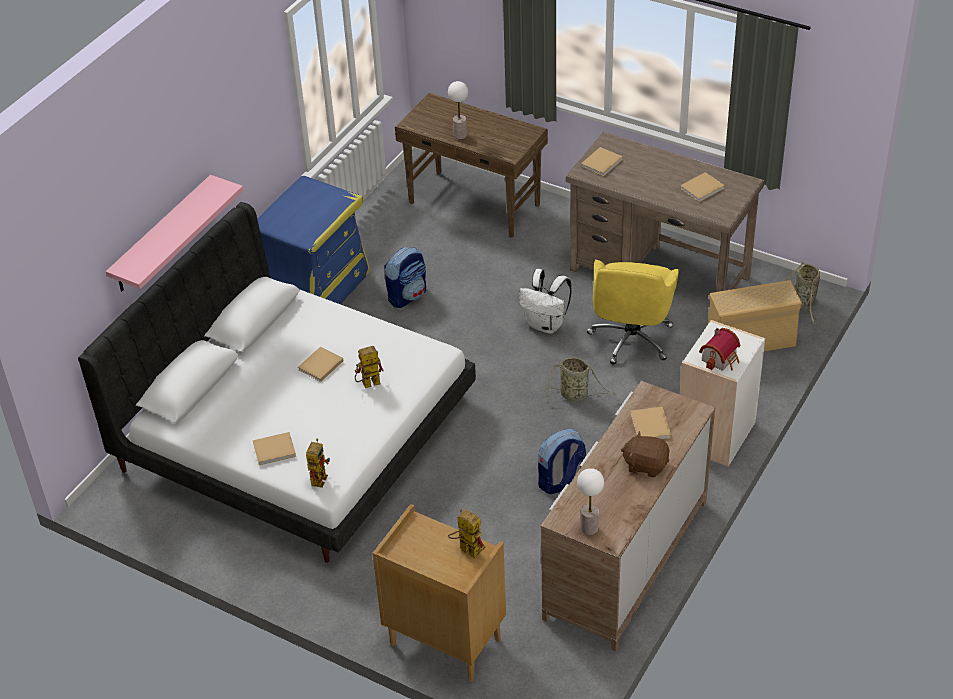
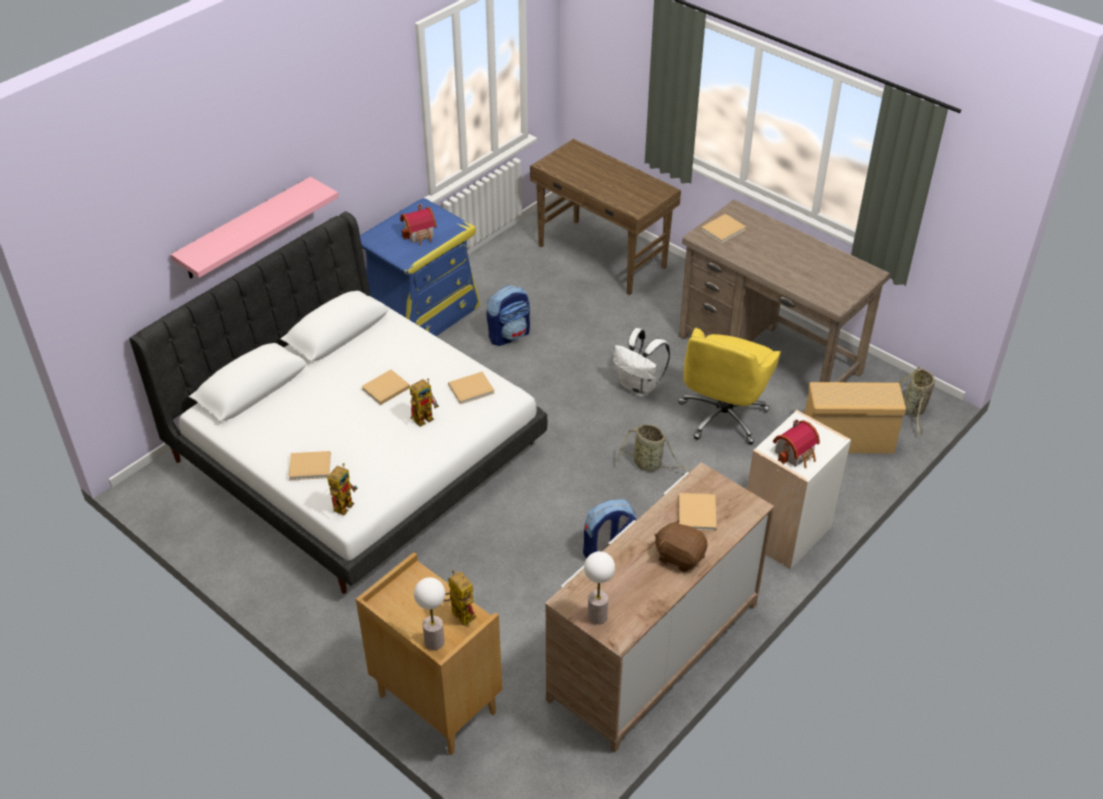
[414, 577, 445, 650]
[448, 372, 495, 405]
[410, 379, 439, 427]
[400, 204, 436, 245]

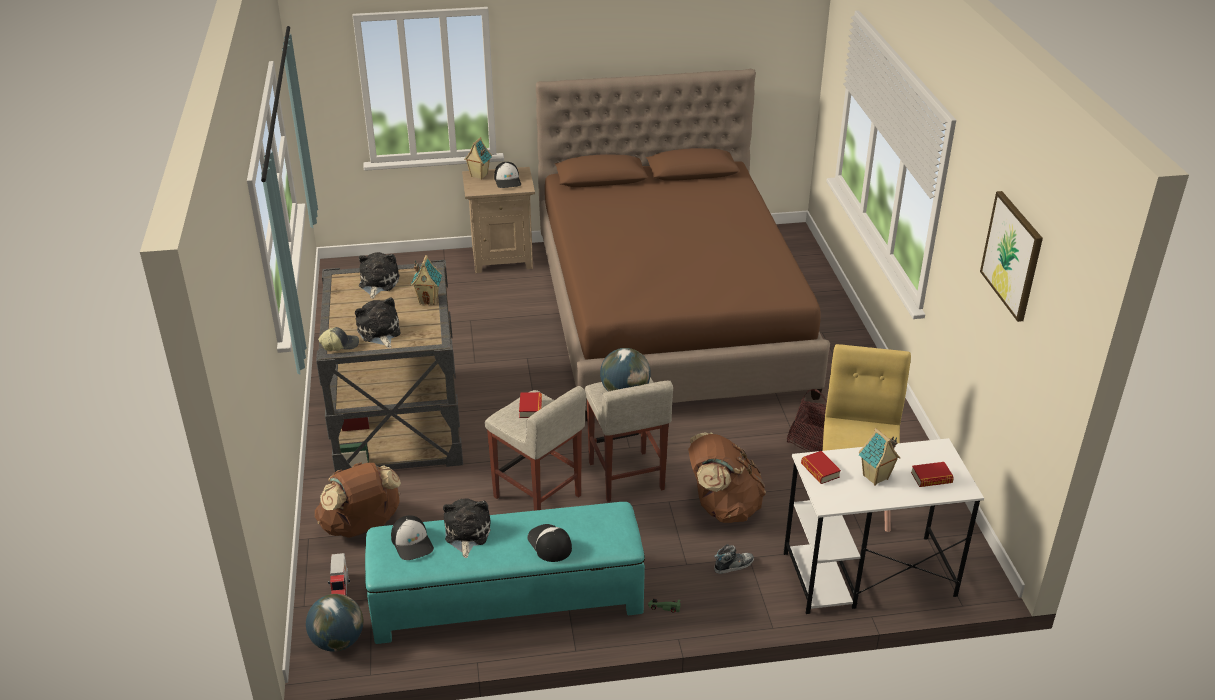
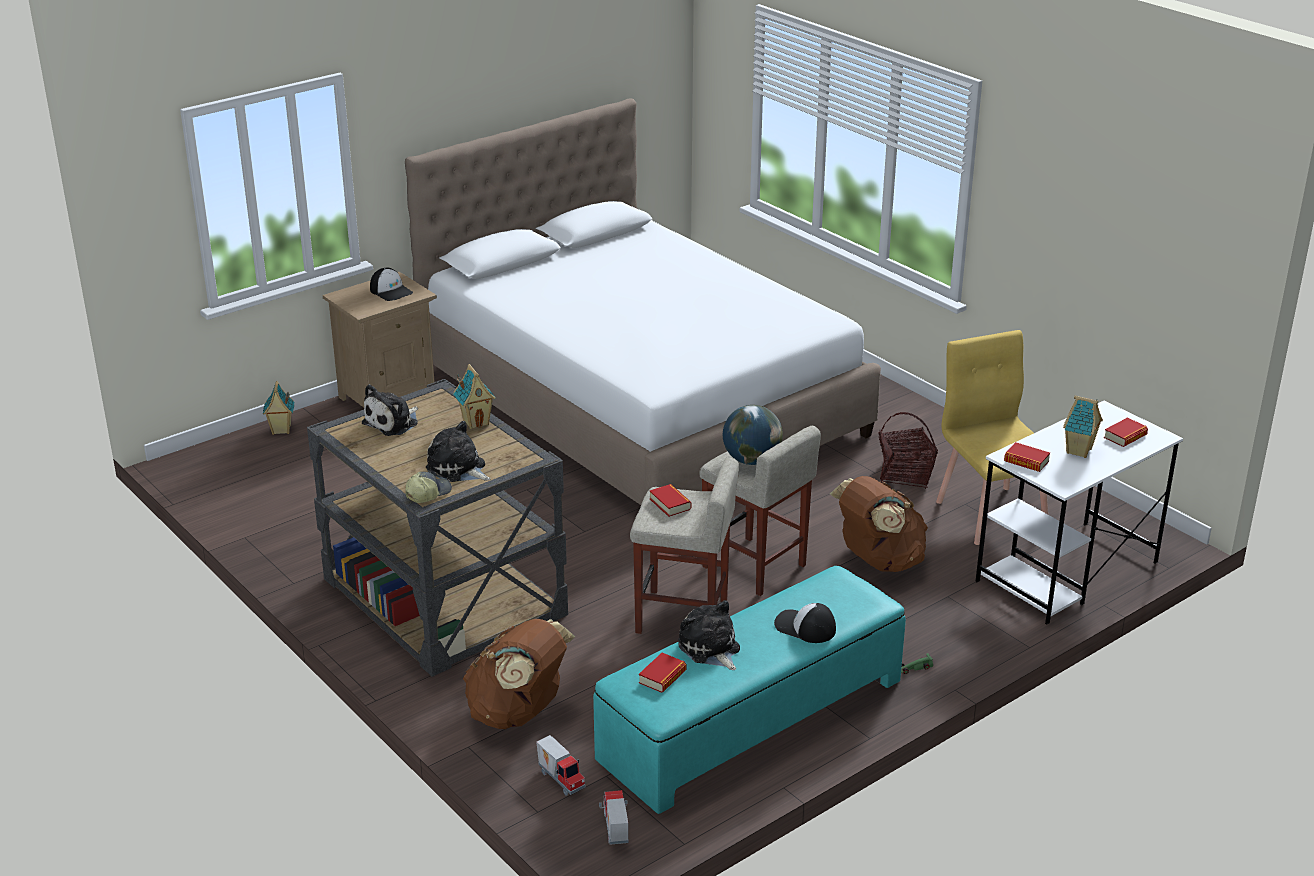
[405, 99, 881, 505]
[263, 381, 295, 435]
[980, 191, 1043, 322] (first image)
[362, 384, 418, 436]
[639, 653, 686, 693]
[714, 544, 754, 574] (first image)
[599, 790, 629, 845]

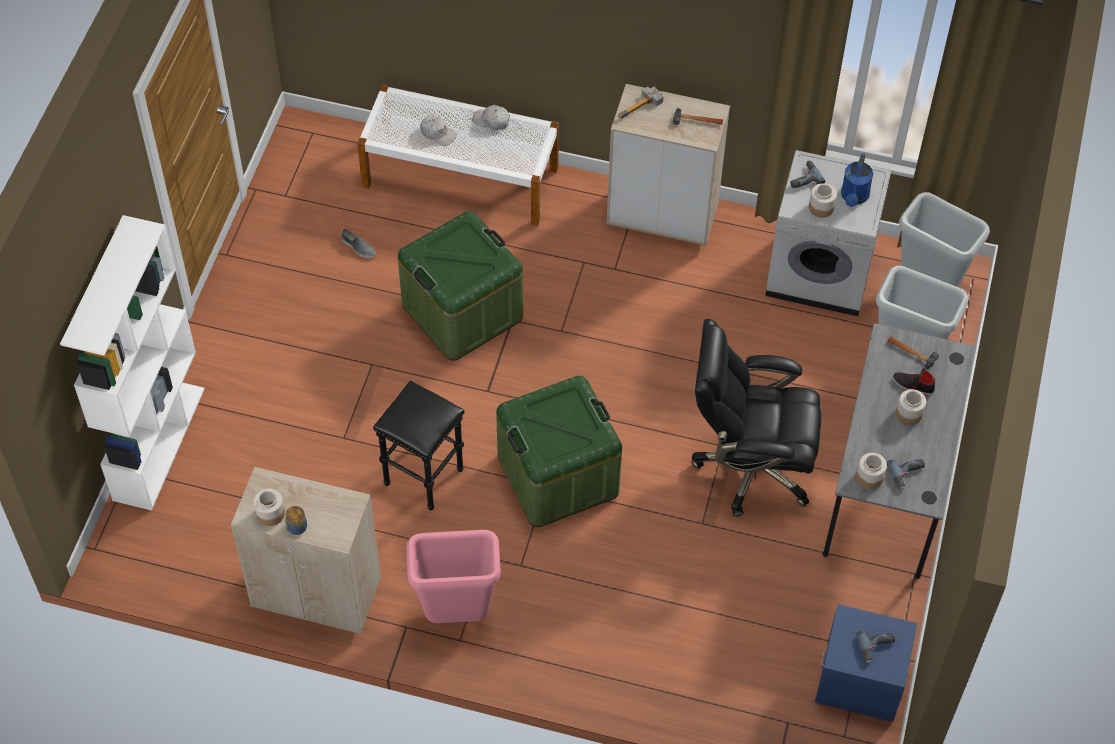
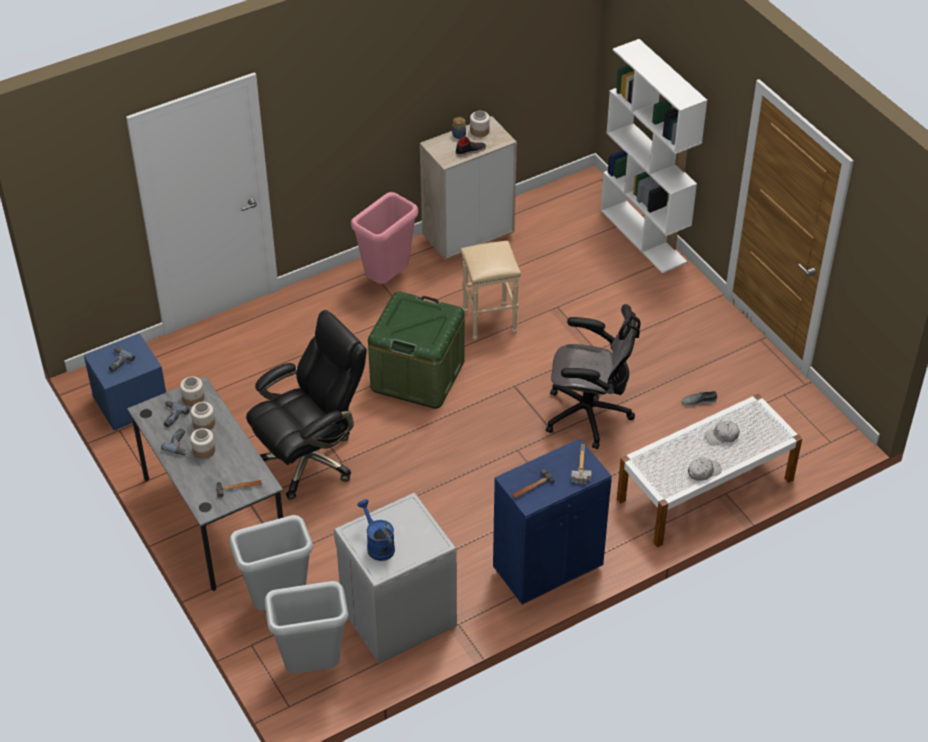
[493, 439, 612, 604]
[161, 428, 187, 456]
[191, 402, 215, 430]
[546, 304, 640, 449]
[456, 136, 486, 156]
[461, 241, 521, 340]

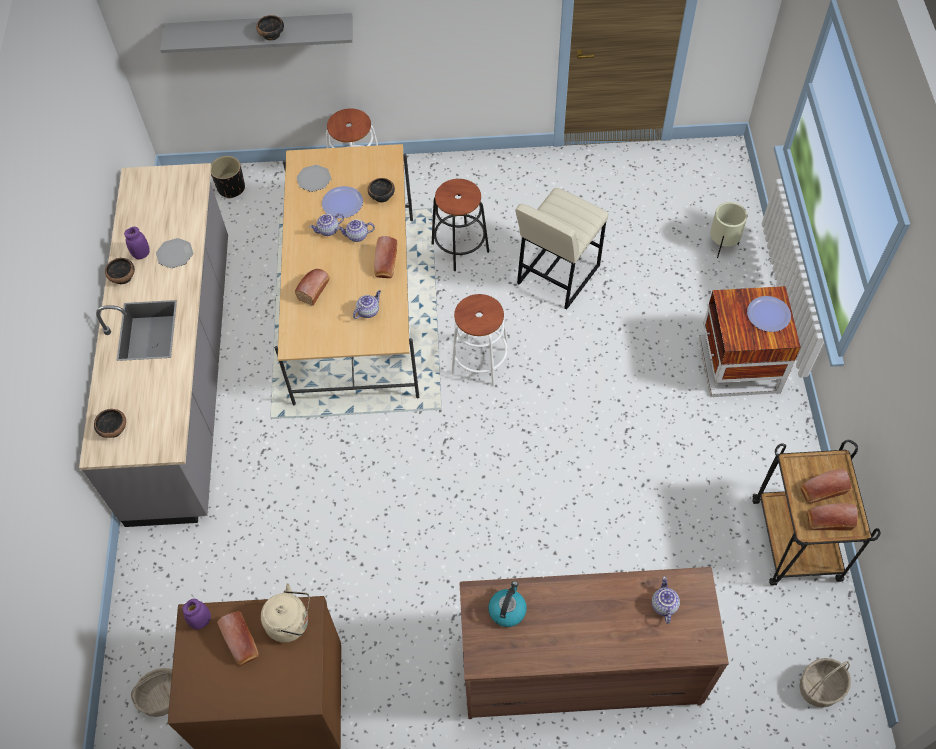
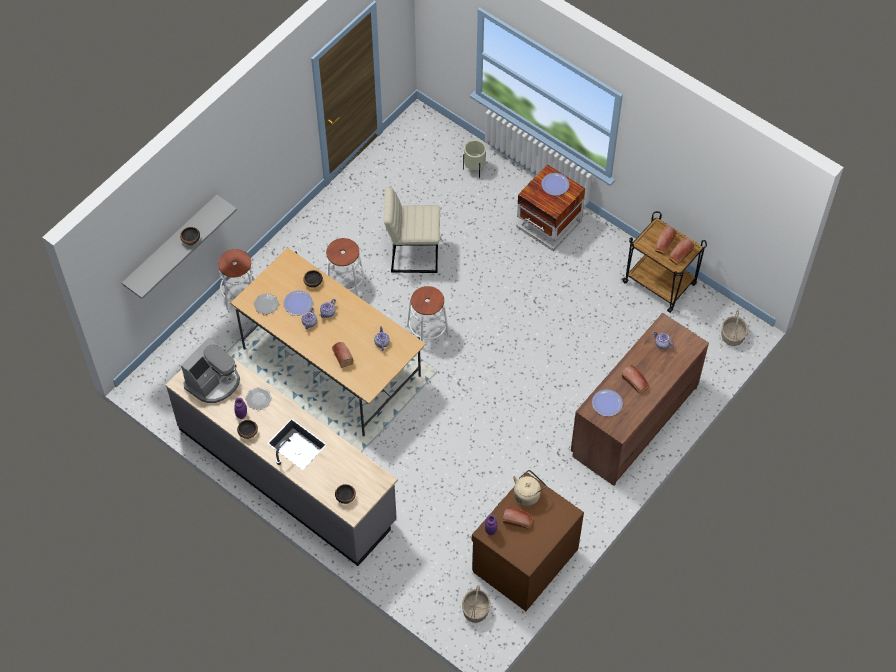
[211, 156, 245, 199] (first image)
[326, 238, 364, 297]
[384, 187, 440, 273]
[622, 365, 649, 394]
[592, 389, 623, 416]
[181, 337, 240, 403]

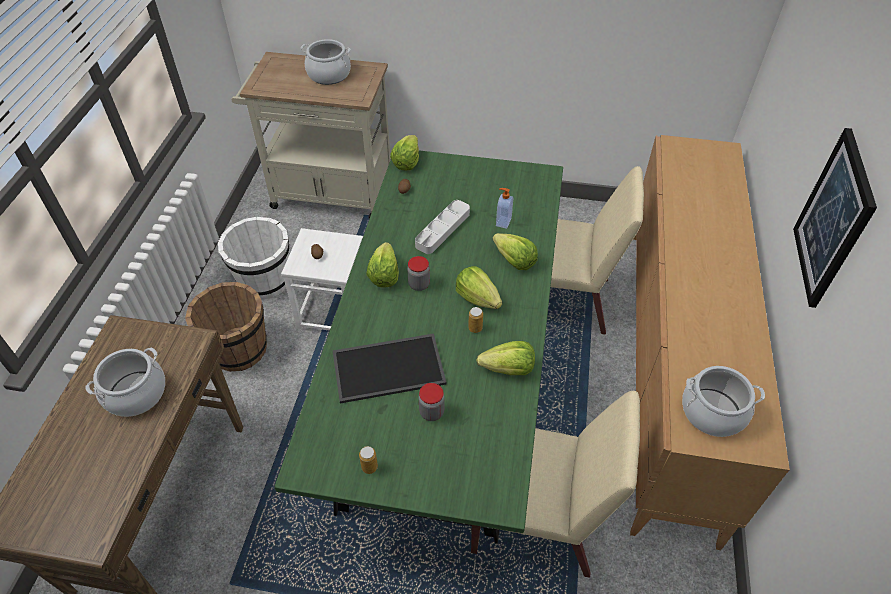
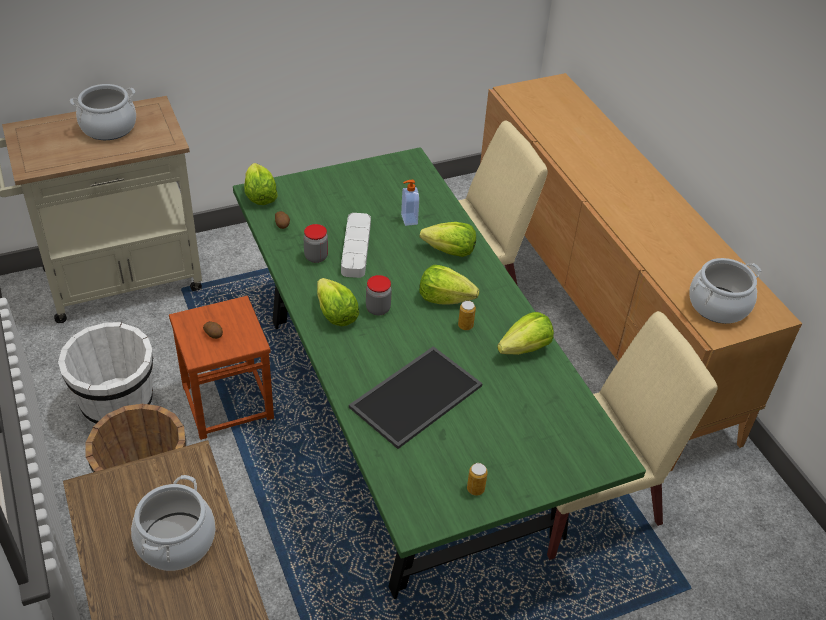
[793, 128, 877, 308] (first image)
[169, 296, 274, 440]
[303, 224, 328, 263]

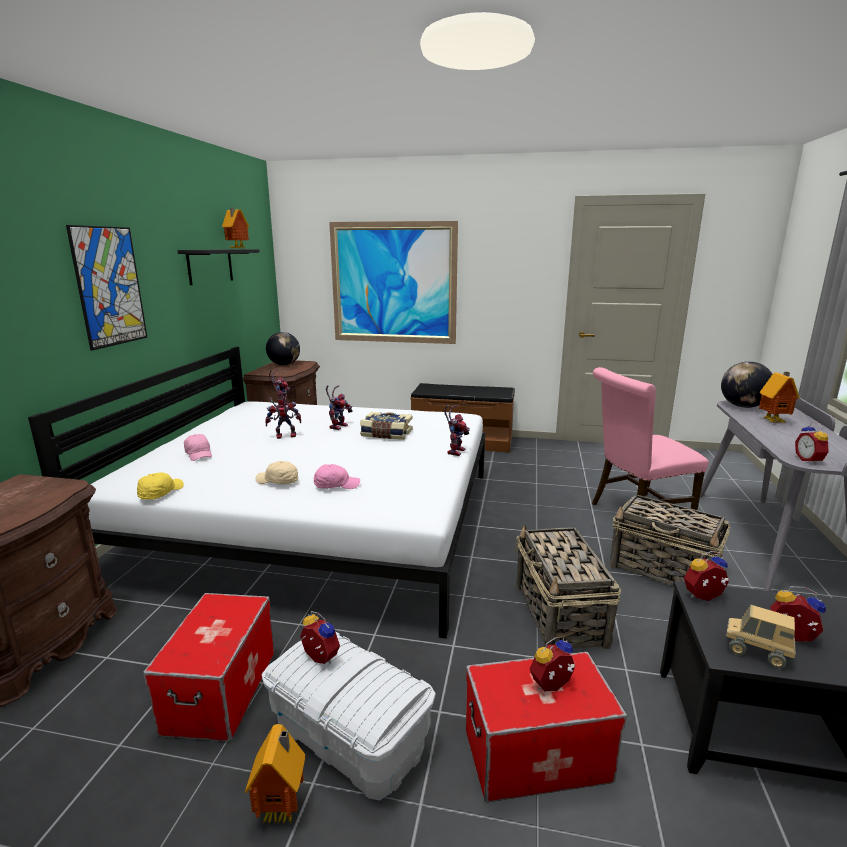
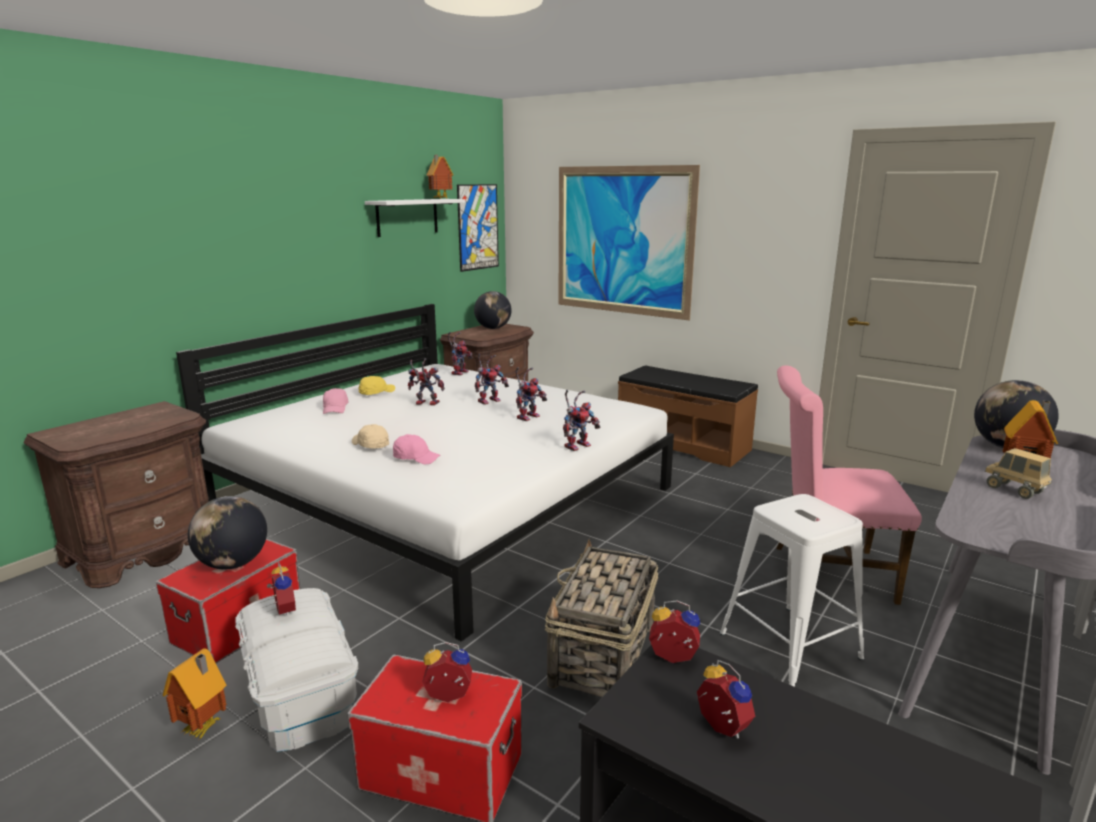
[457, 184, 499, 272]
[365, 199, 465, 237]
[515, 367, 547, 421]
[795, 422, 830, 465] (first image)
[358, 376, 395, 395]
[720, 494, 864, 687]
[985, 448, 1052, 499]
[188, 496, 267, 569]

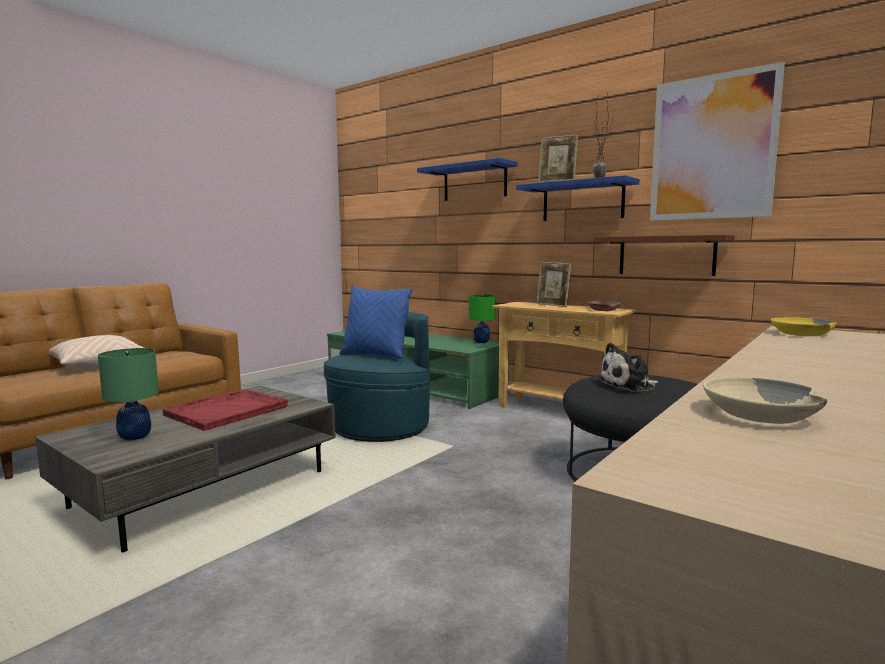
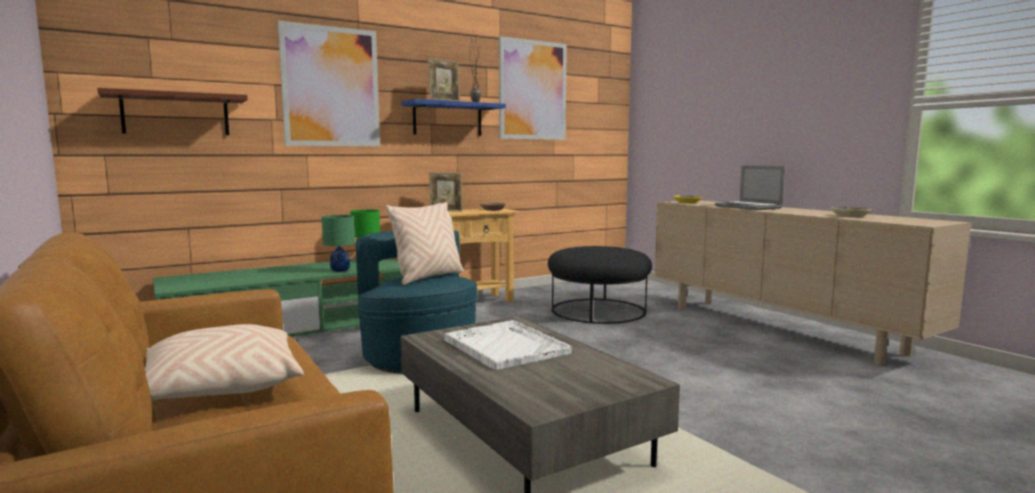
[278, 20, 380, 146]
[97, 88, 248, 135]
[385, 202, 464, 285]
[597, 343, 658, 392] (first image)
[322, 215, 355, 272]
[444, 320, 572, 370]
[715, 165, 785, 210]

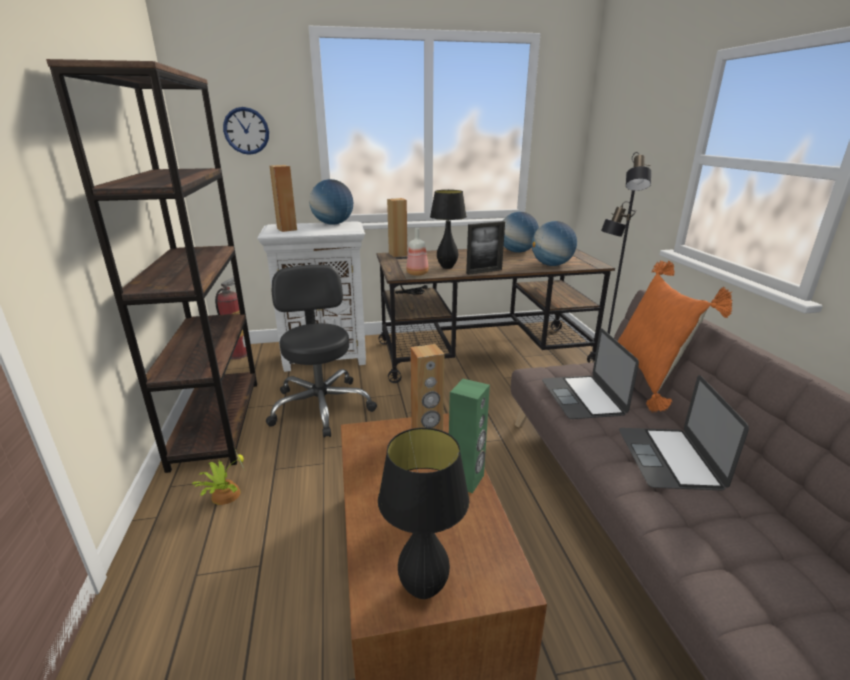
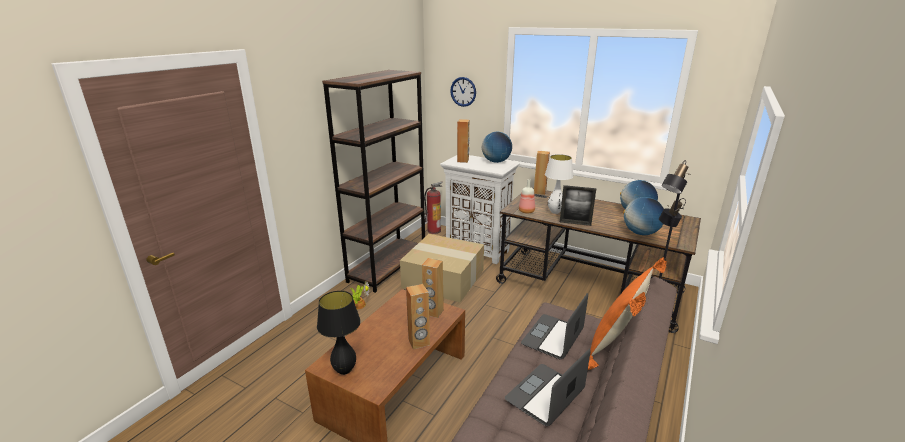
[545, 154, 574, 214]
[400, 234, 484, 302]
[406, 284, 430, 349]

